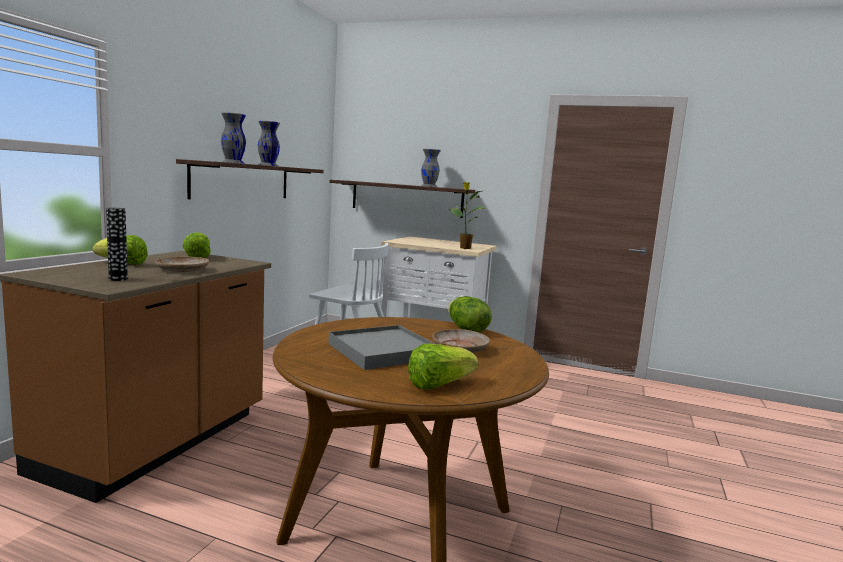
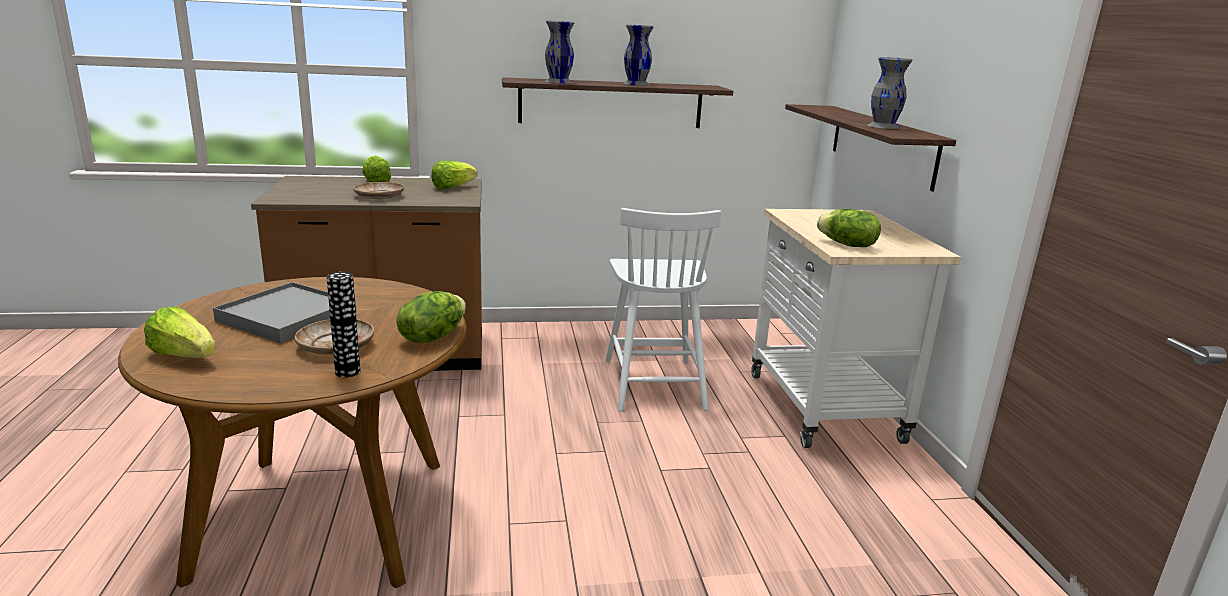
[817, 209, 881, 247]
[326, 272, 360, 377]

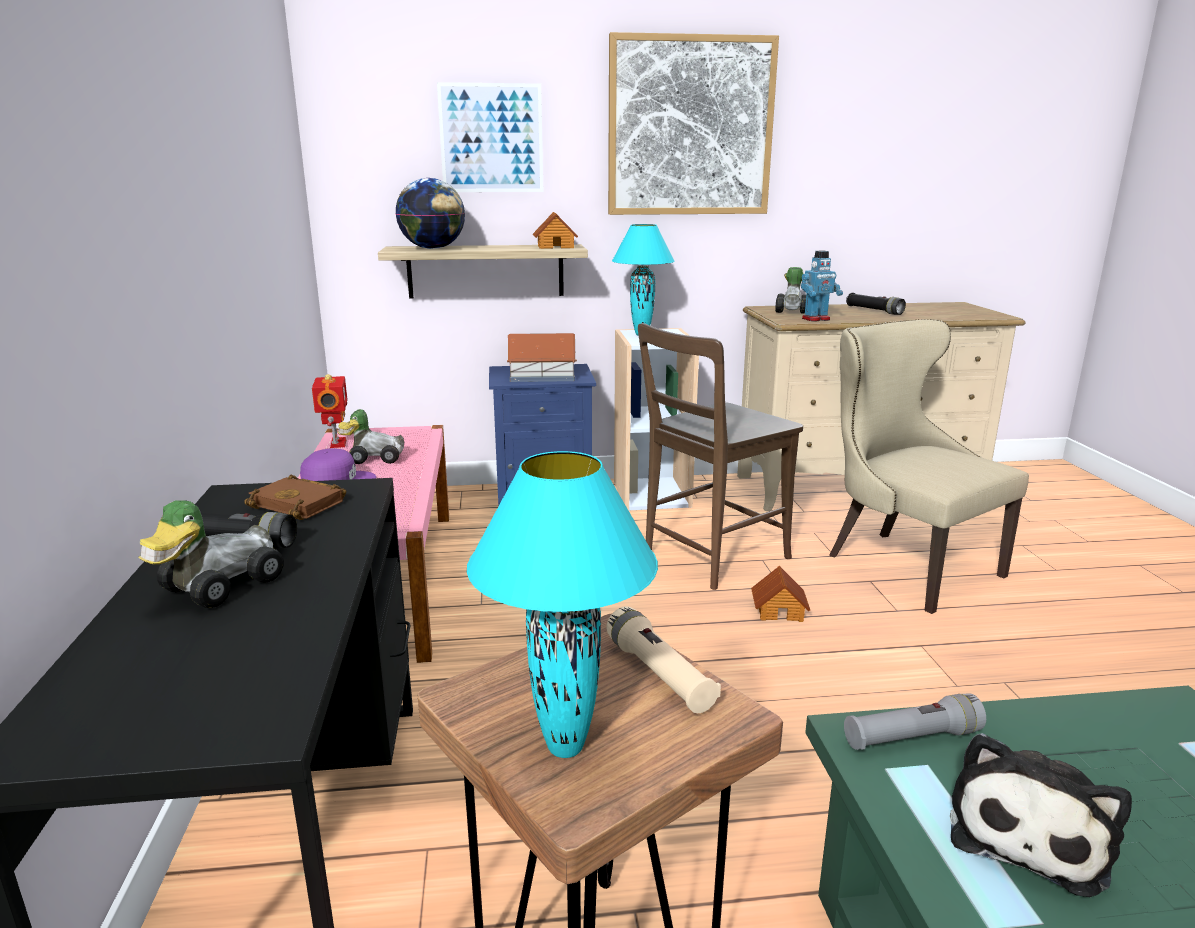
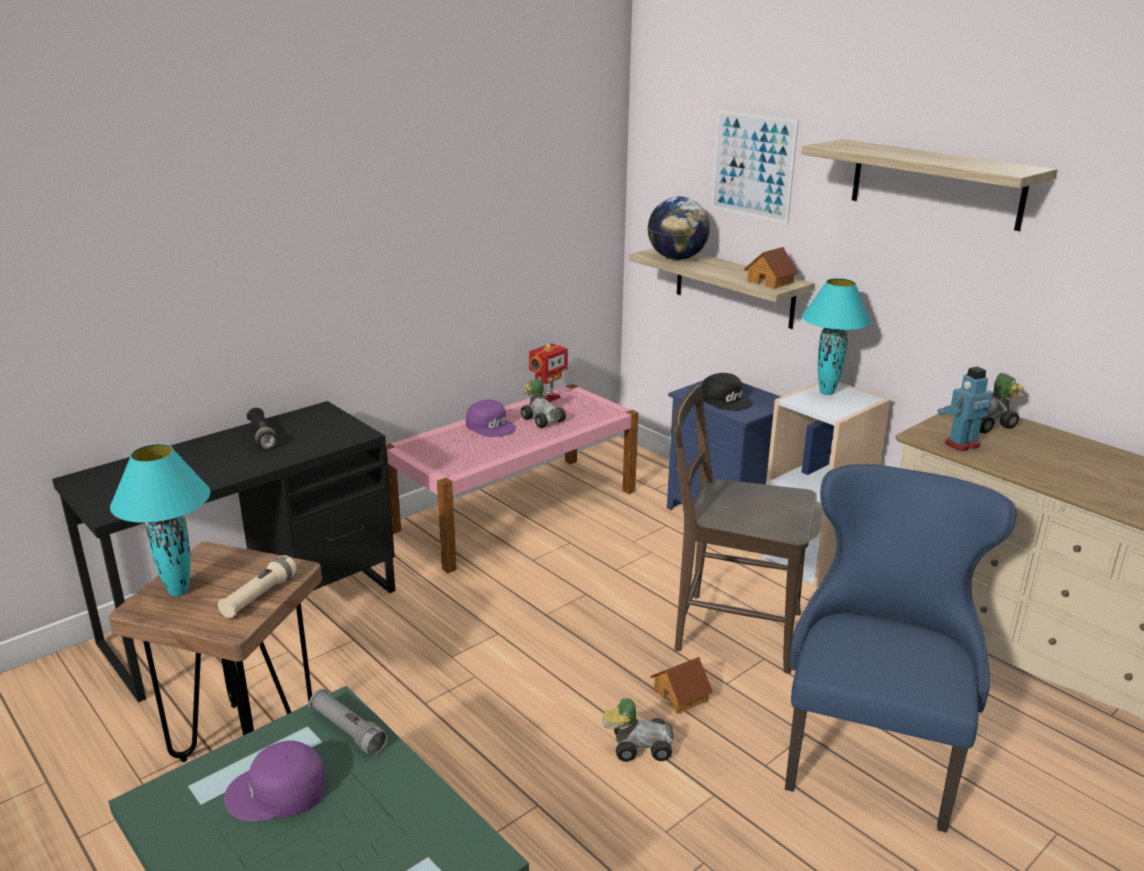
[802, 139, 1058, 231]
[938, 366, 993, 451]
[846, 293, 906, 315] (first image)
[785, 464, 1017, 833]
[701, 373, 753, 411]
[244, 474, 346, 520] (first image)
[602, 698, 674, 762]
[224, 740, 326, 821]

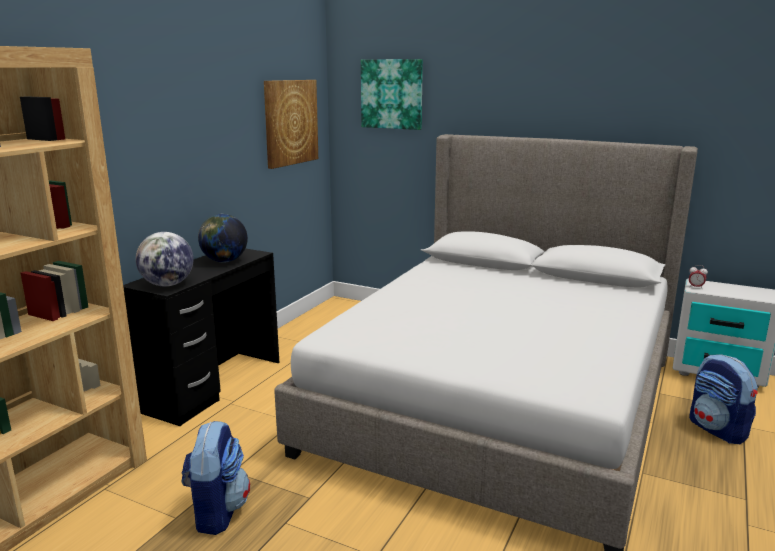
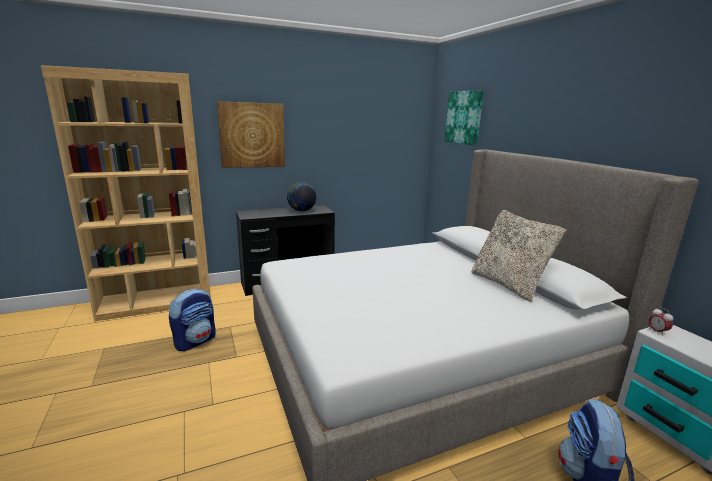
[217, 101, 285, 168]
[136, 232, 194, 286] (first image)
[472, 210, 567, 302]

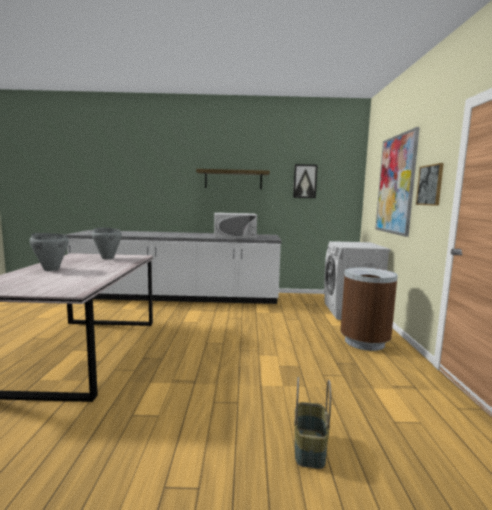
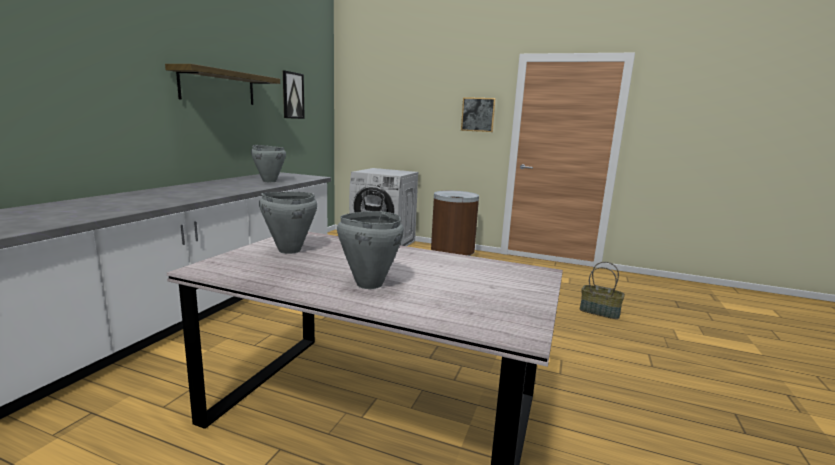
[375, 127, 420, 237] (first image)
[251, 145, 286, 182]

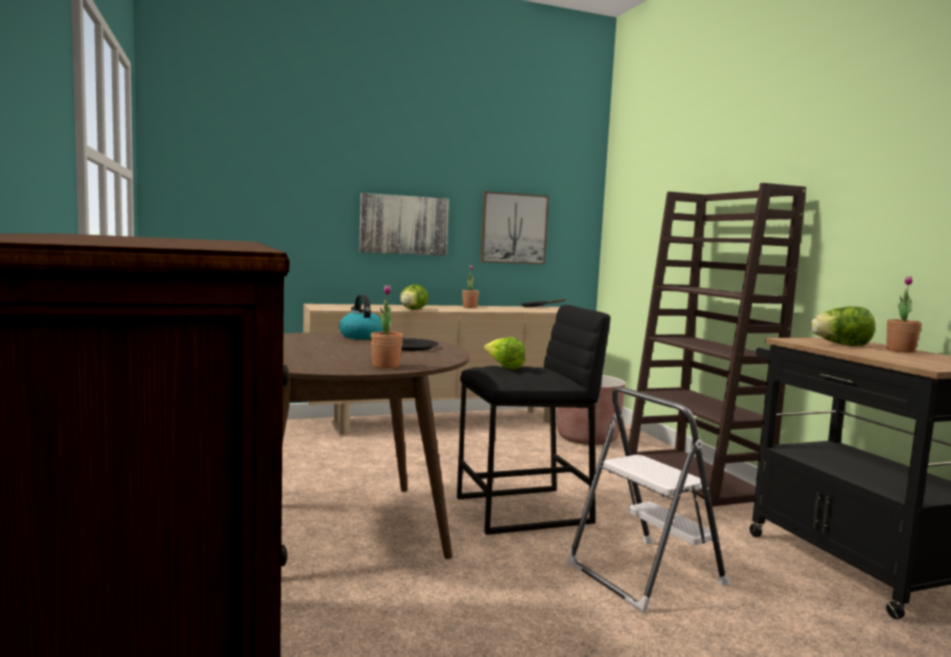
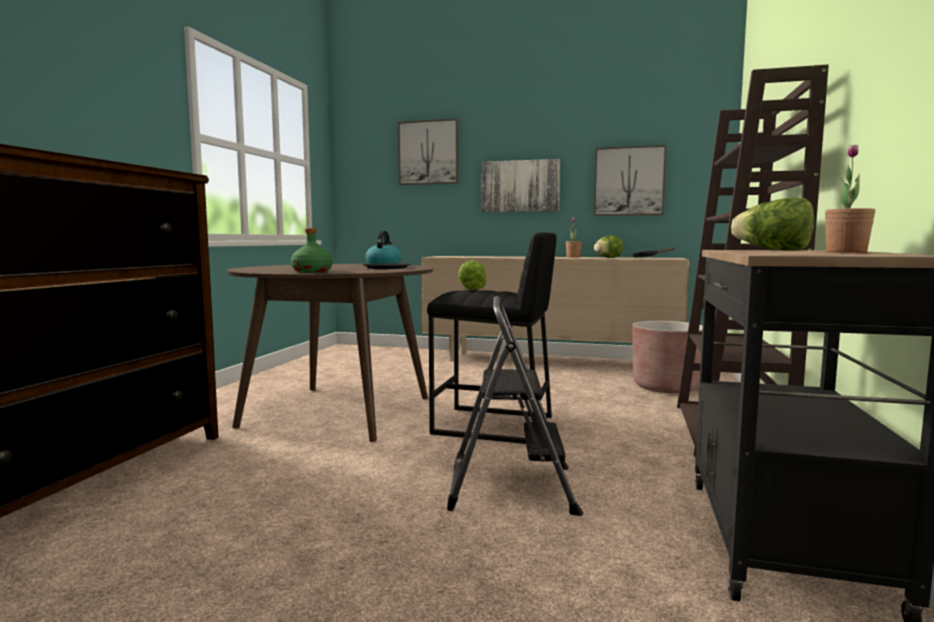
[291, 228, 333, 273]
[594, 235, 623, 258]
[447, 296, 583, 516]
[398, 119, 459, 185]

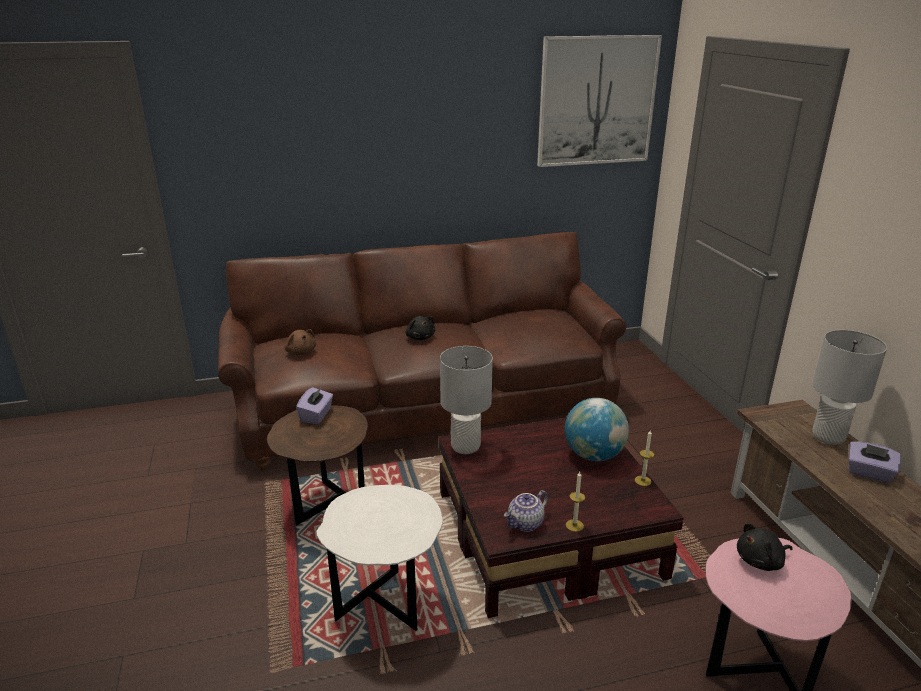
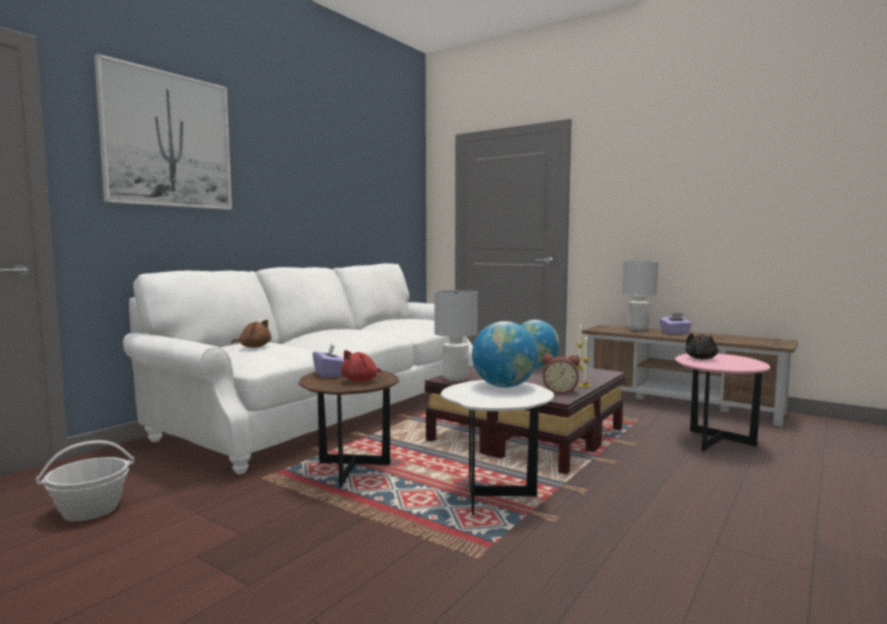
[94, 53, 232, 210]
[123, 263, 474, 474]
[406, 316, 435, 340] (first image)
[542, 354, 580, 394]
[472, 321, 538, 388]
[341, 350, 382, 382]
[36, 440, 134, 521]

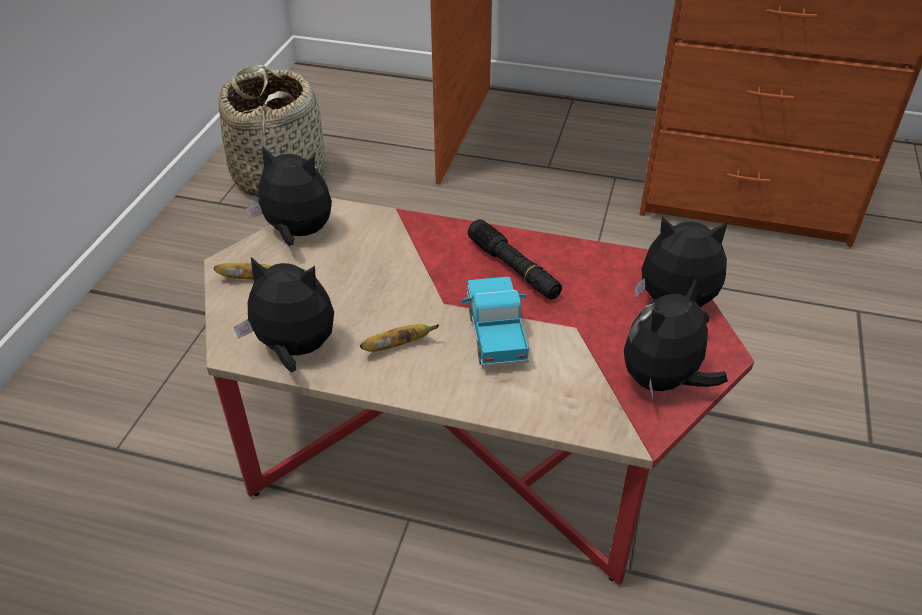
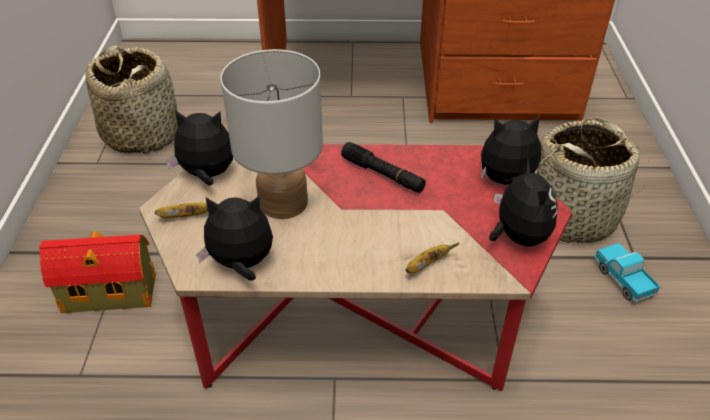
[594, 243, 660, 302]
[489, 158, 558, 246]
[406, 243, 459, 273]
[221, 49, 323, 219]
[537, 117, 652, 243]
[39, 231, 156, 313]

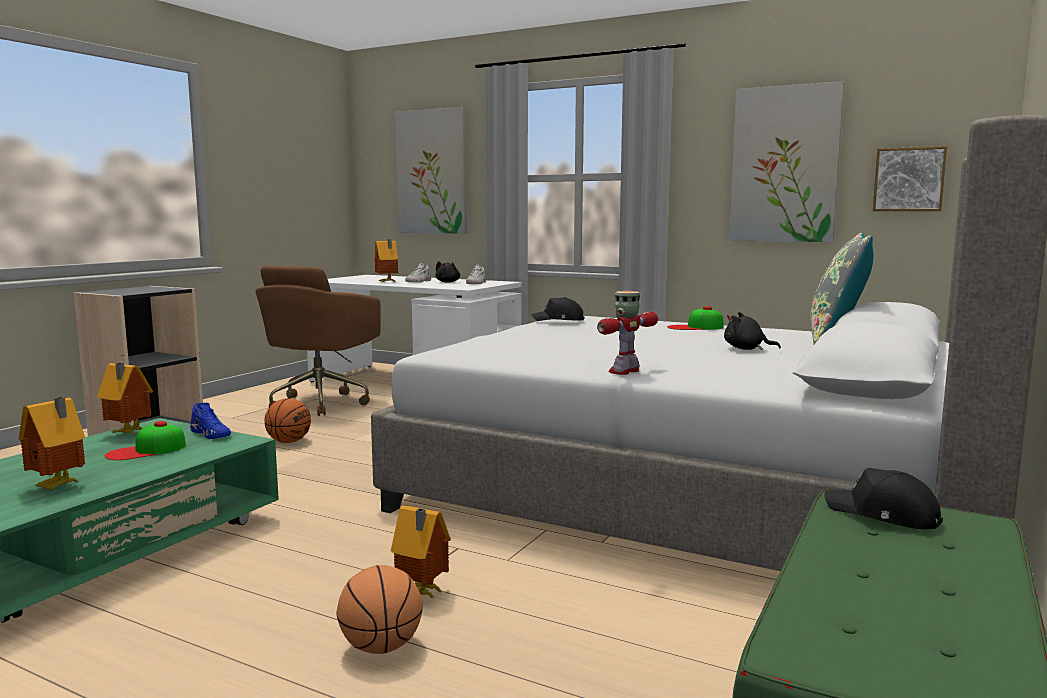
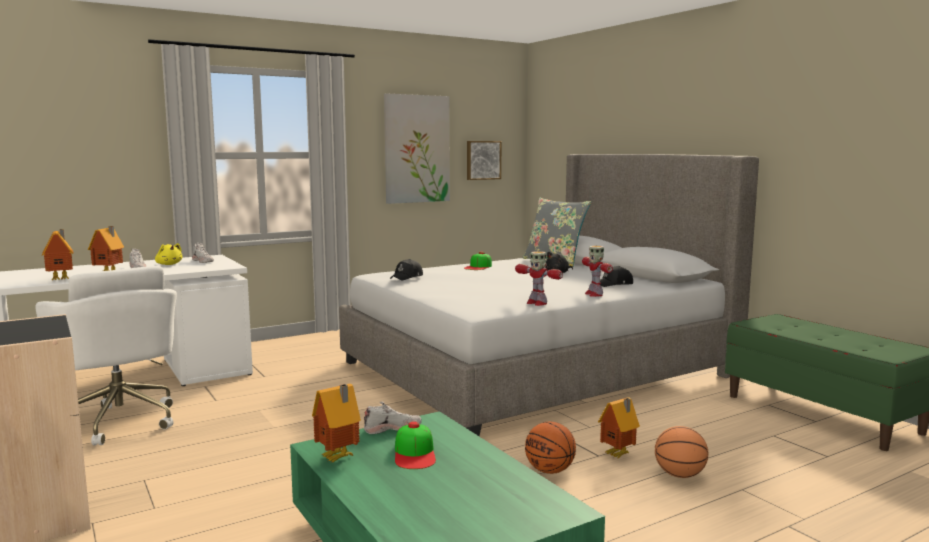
[395, 107, 467, 234] (first image)
[155, 243, 183, 265]
[35, 266, 177, 445]
[42, 229, 74, 280]
[525, 422, 576, 474]
[364, 401, 422, 434]
[600, 266, 633, 287]
[515, 251, 563, 306]

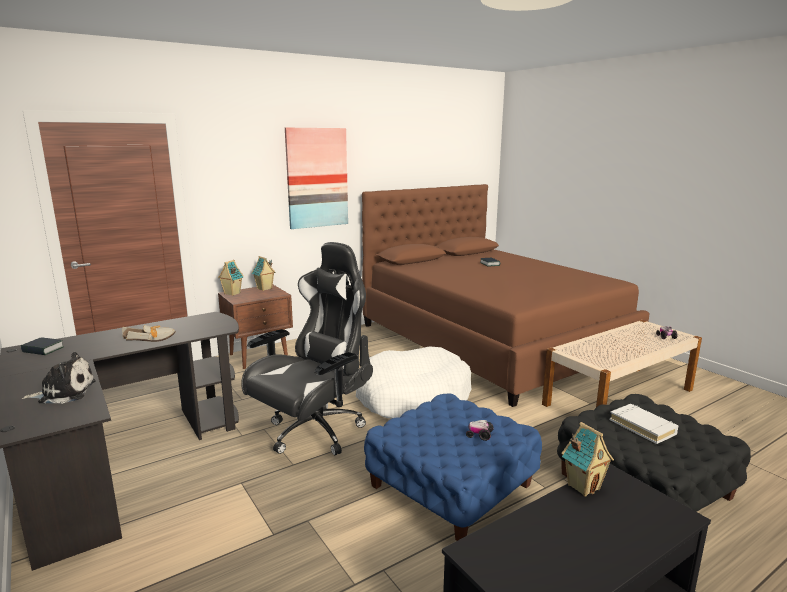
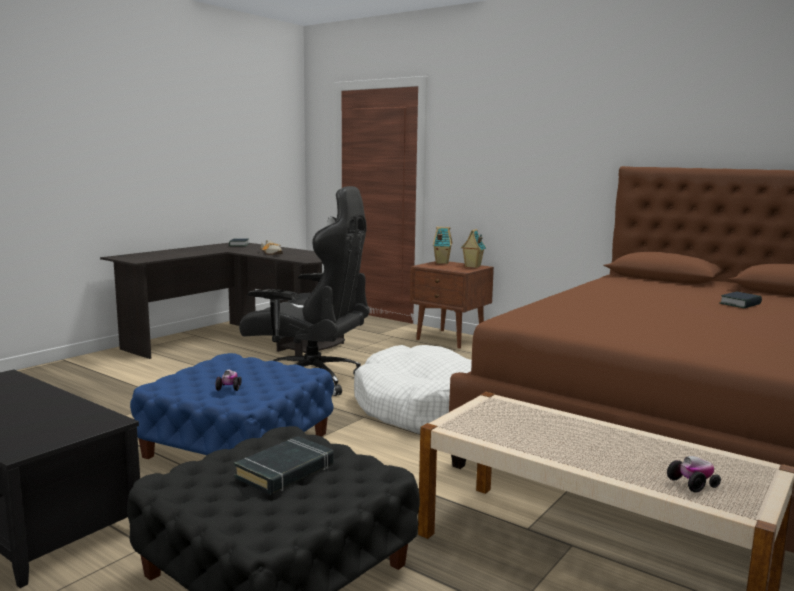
[285, 128, 348, 229] (first image)
[22, 352, 96, 404] (first image)
[234, 436, 334, 495]
[561, 422, 614, 497] (first image)

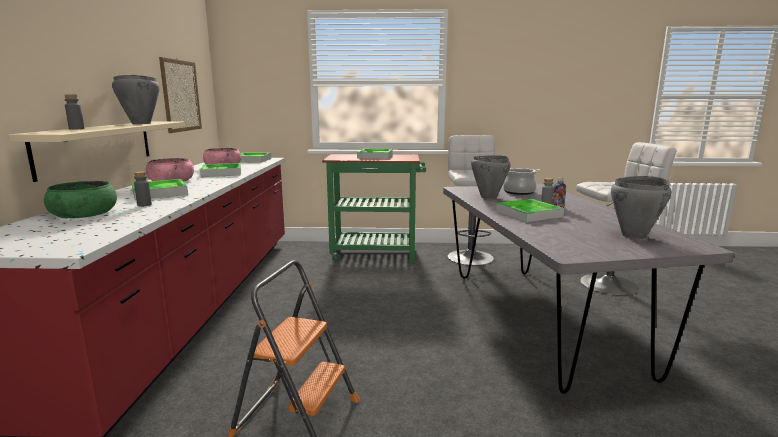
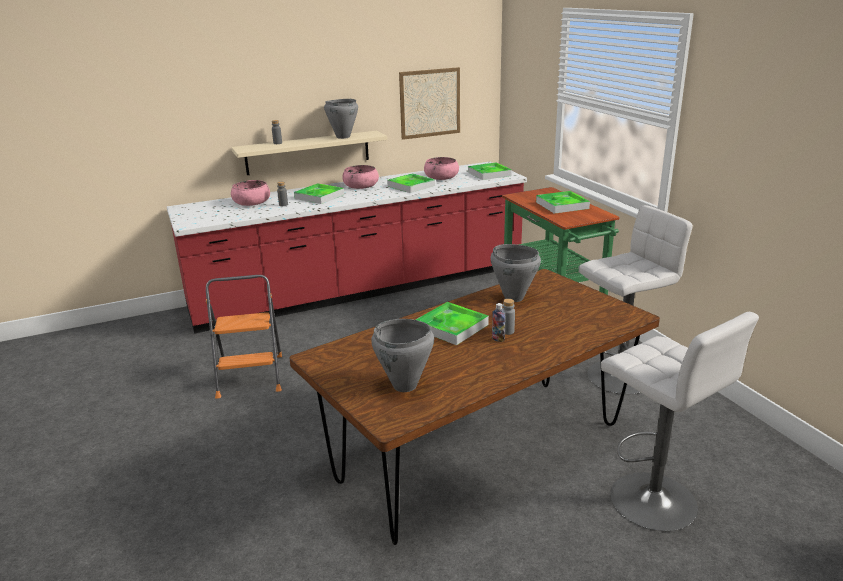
[503, 168, 540, 195] (first image)
[231, 180, 270, 206]
[289, 269, 660, 545]

